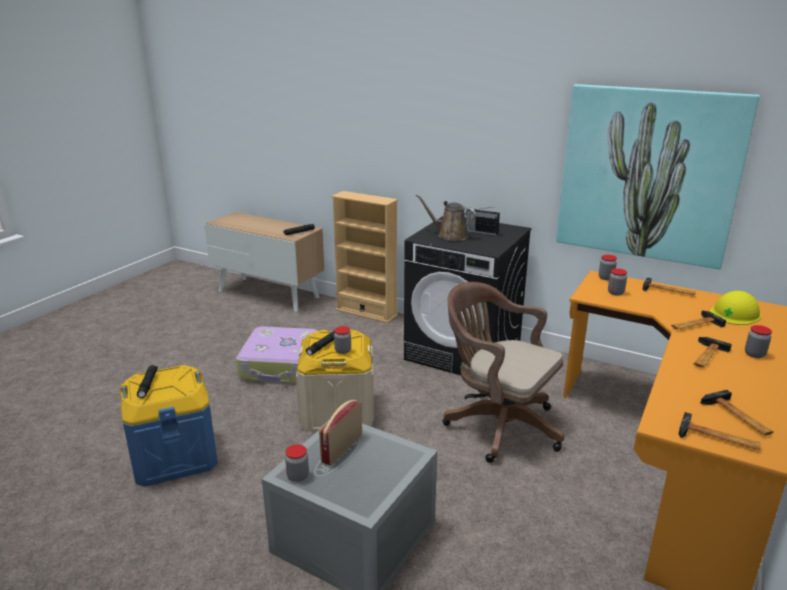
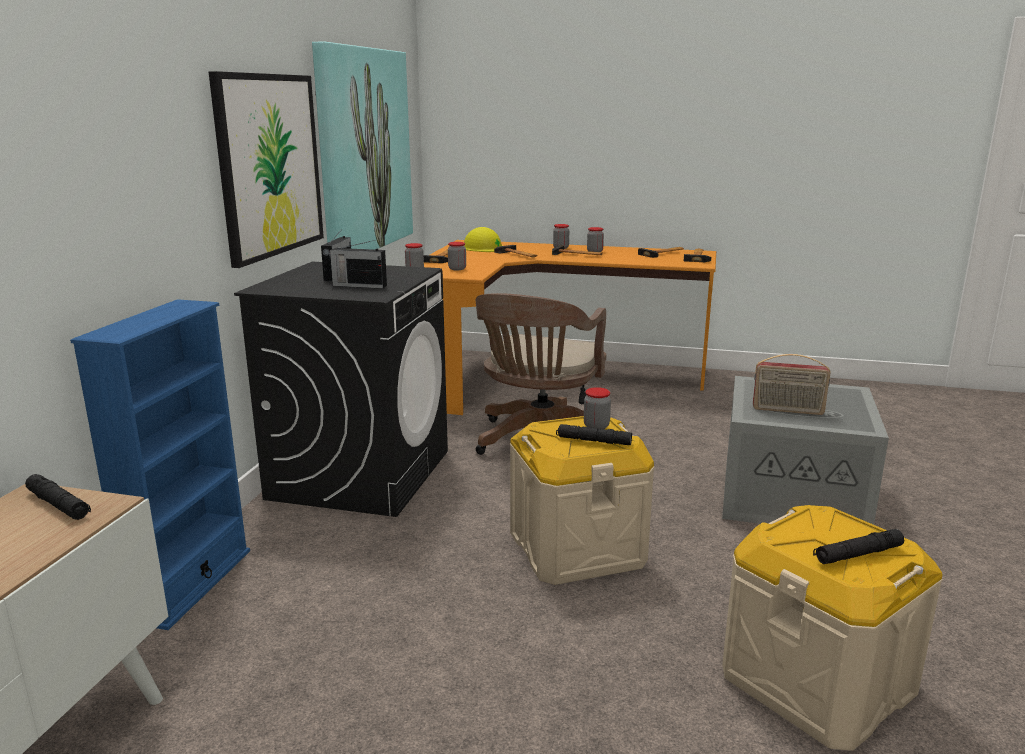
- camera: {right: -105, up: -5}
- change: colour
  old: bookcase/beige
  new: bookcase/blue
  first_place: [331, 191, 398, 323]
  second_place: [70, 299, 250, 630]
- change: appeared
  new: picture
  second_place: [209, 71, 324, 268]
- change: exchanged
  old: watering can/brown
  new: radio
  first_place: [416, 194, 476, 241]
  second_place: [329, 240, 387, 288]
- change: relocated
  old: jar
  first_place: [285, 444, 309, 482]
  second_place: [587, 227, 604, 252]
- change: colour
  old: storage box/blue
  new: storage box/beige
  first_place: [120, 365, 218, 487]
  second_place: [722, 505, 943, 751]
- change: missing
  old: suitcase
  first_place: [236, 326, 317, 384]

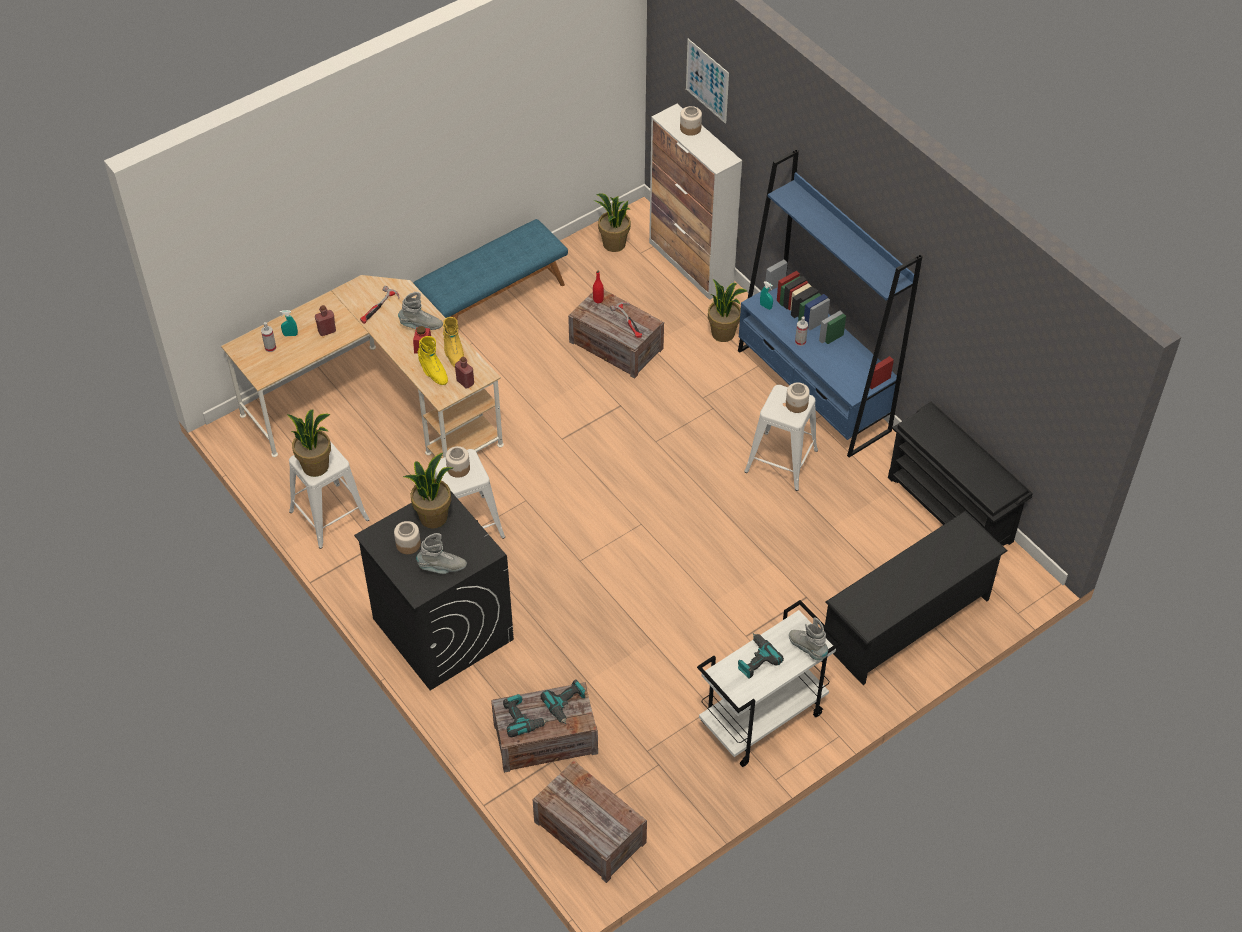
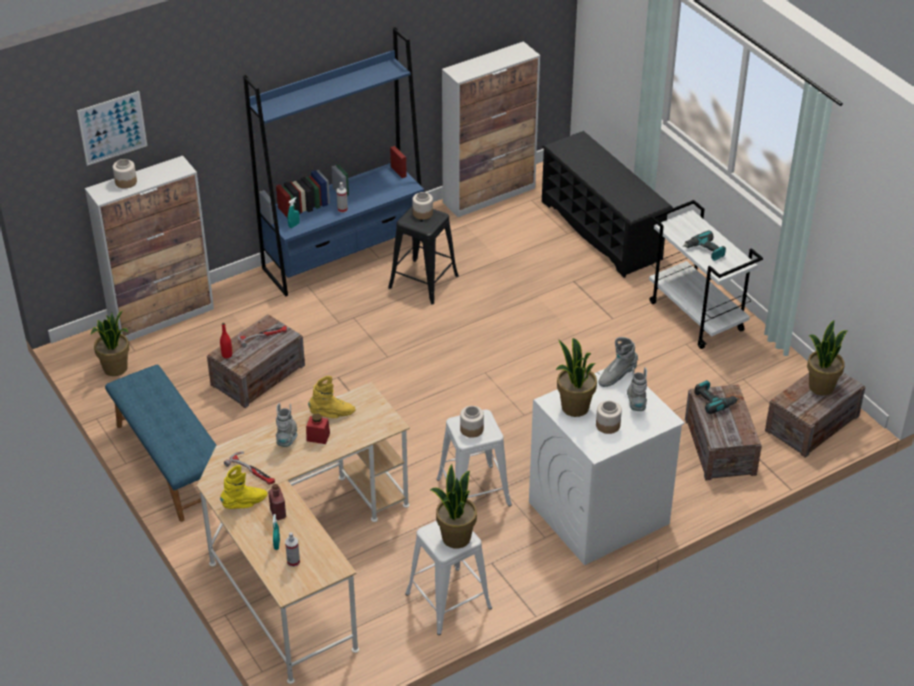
- camera: {right: -85, up: -10}
- change: relocated
  old: boot/yellow
  first_place: [418, 336, 448, 385]
  second_place: [220, 465, 267, 509]
- change: colour
  old: stool/white
  new: stool/black
  first_place: [744, 385, 818, 491]
  second_place: [388, 205, 459, 305]
- change: exchanged
  old: shoe rack/black
  new: cabinet
  first_place: [888, 402, 1033, 546]
  second_place: [442, 41, 540, 217]
- change: colour
  old: washing machine/black
  new: washing machine/white
  first_place: [354, 490, 514, 690]
  second_place: [529, 368, 685, 565]
- change: relocated
  old: boot/grey
  first_place: [789, 617, 829, 660]
  second_place: [598, 337, 638, 387]
- change: relocated
  old: potted plant
  first_place: [708, 279, 747, 342]
  second_place: [807, 320, 848, 396]
- change: missing
  old: bottle/red
  first_place: [455, 356, 474, 388]
- change: missing
  old: power drill
  first_place: [503, 694, 548, 737]

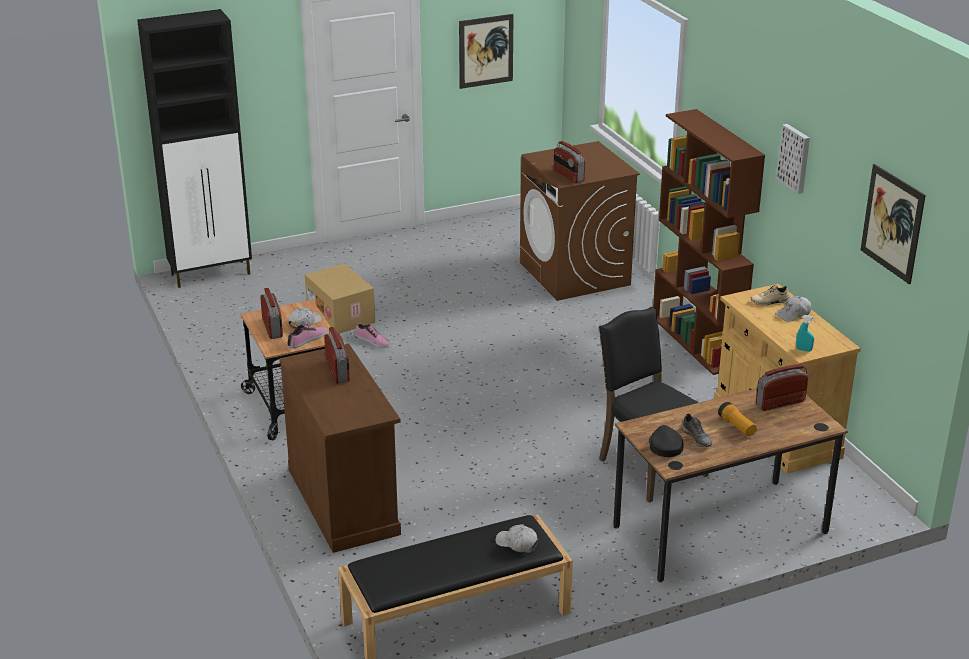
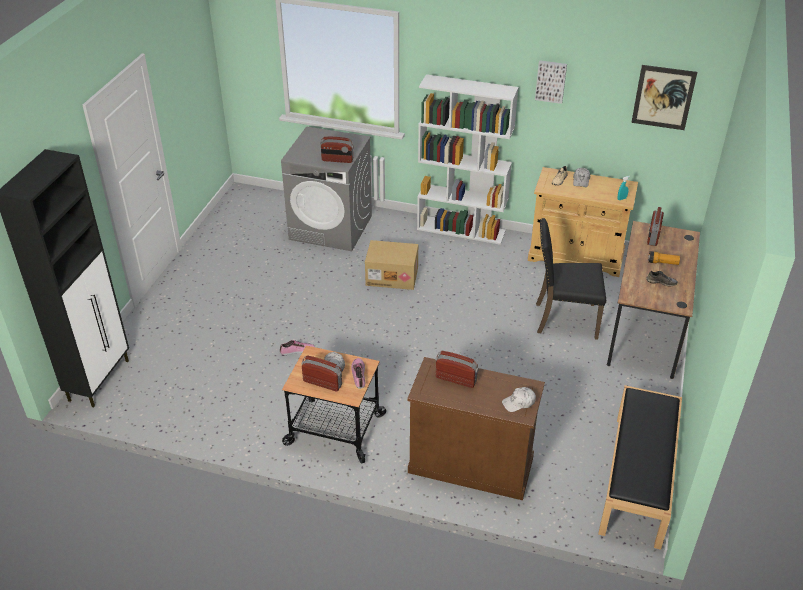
- camera: {right: -50, up: 10}
- change: colour
  old: washing machine/brown
  new: washing machine/grey
  first_place: [520, 141, 640, 301]
  second_place: [281, 126, 372, 251]
- change: relocated
  old: cardboard box
  first_place: [305, 263, 375, 334]
  second_place: [365, 240, 418, 290]
- change: colour
  old: bookcase/brown
  new: bookcase/white
  first_place: [653, 109, 765, 375]
  second_place: [417, 74, 519, 245]
- change: relocated
  old: cap/white
  first_place: [495, 524, 538, 553]
  second_place: [502, 387, 536, 412]
- change: missing
  old: picture
  first_place: [459, 14, 514, 89]
- change: missing
  old: cap/black
  first_place: [649, 425, 684, 457]

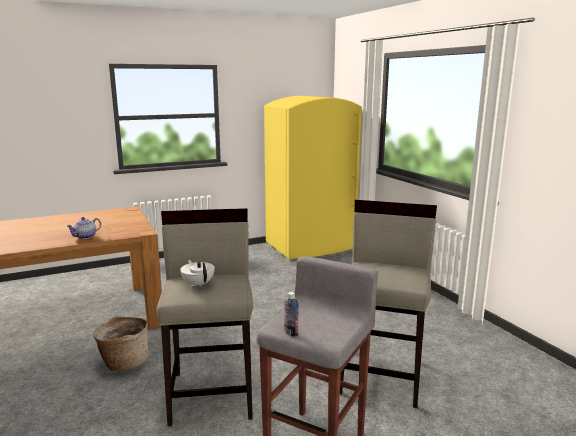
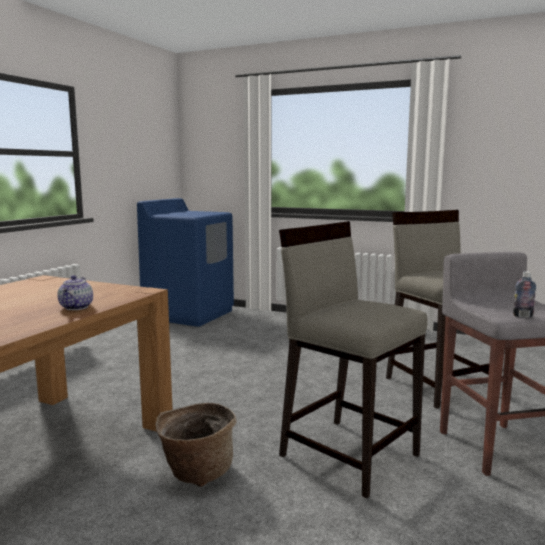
- camera: {right: -40, up: -5}
- change: exchanged
  old: fridge/yellow
  new: washing machine/blue
  first_place: [264, 96, 362, 259]
  second_place: [137, 198, 234, 327]
- change: missing
  old: teapot/white
  first_place: [180, 260, 215, 288]

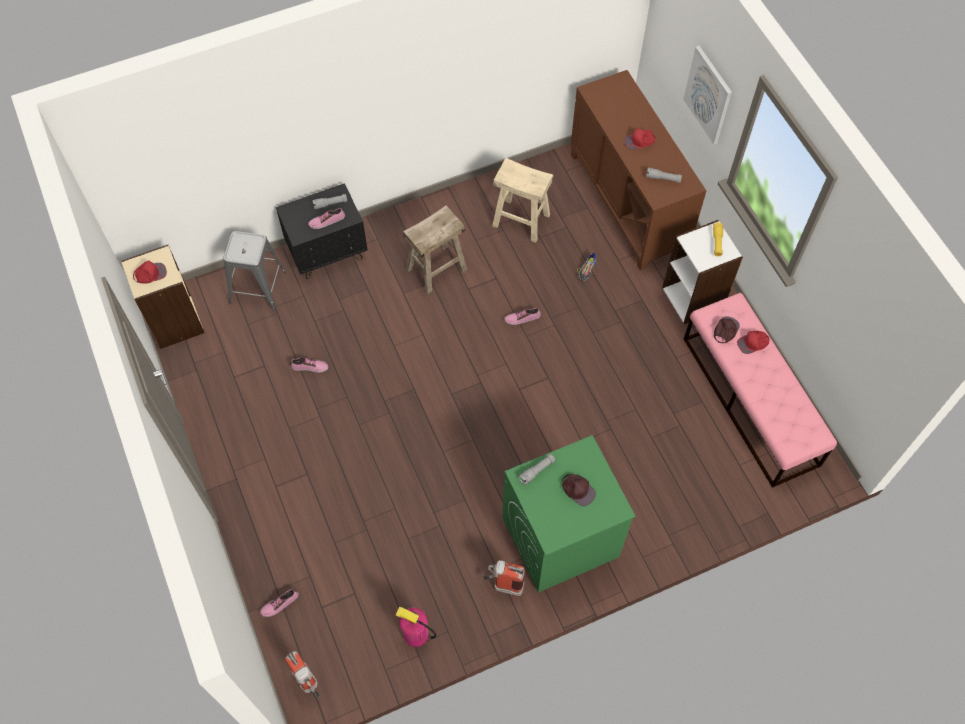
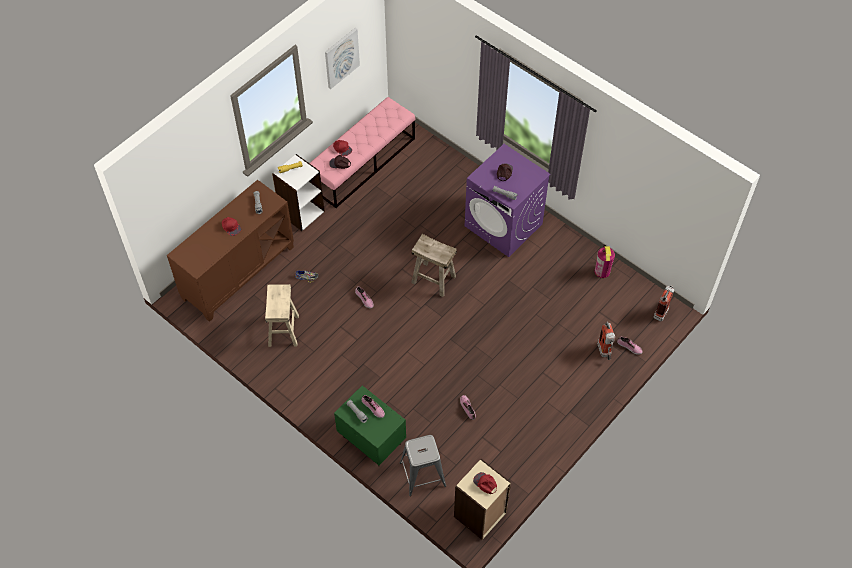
- camera: {right: -115, up: -5}
- change: relocated
  old: picture
  first_place: [683, 46, 732, 145]
  second_place: [325, 28, 360, 89]
- change: colour
  old: nightstand/black
  new: nightstand/green
  first_place: [276, 183, 368, 279]
  second_place: [334, 385, 406, 466]
- change: relocated
  old: stool/beige
  first_place: [403, 205, 467, 295]
  second_place: [411, 234, 457, 297]
- change: colour
  old: washing machine/green
  new: washing machine/purple
  first_place: [502, 435, 636, 593]
  second_place: [465, 144, 551, 257]
- change: relocated
  old: fire extinguisher
  first_place: [483, 560, 525, 596]
  second_place: [597, 322, 615, 360]

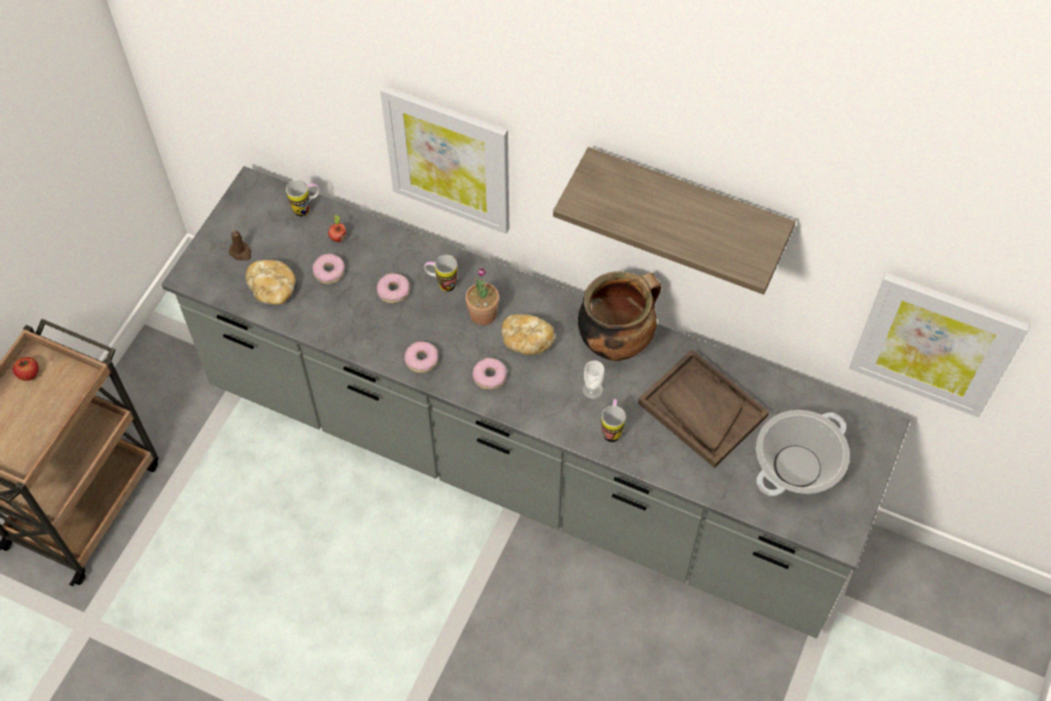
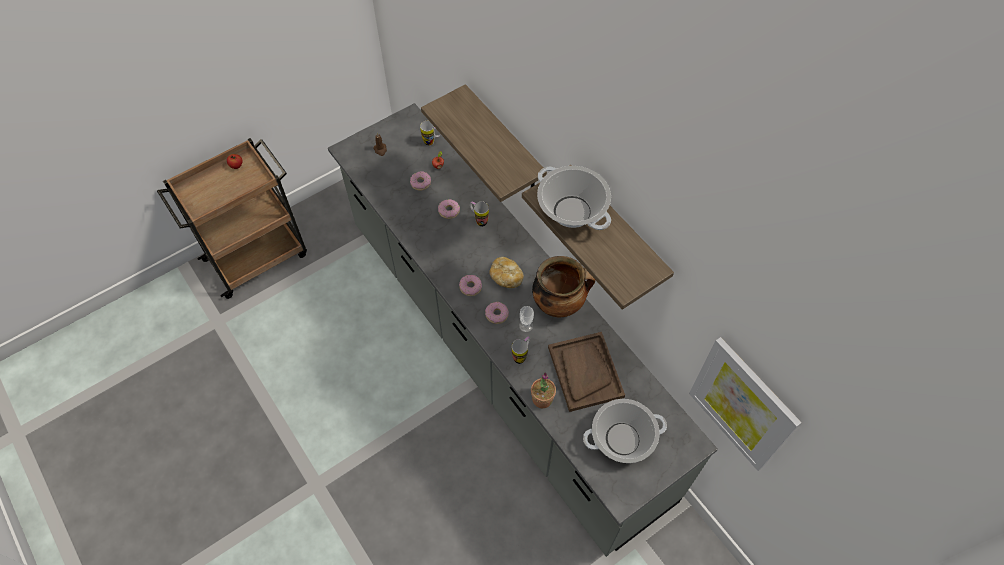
- camera: {right: 30, up: 0}
- change: exchanged
  old: picture
  new: shelf
  first_place: [380, 85, 509, 234]
  second_place: [421, 84, 547, 202]
- change: relocated
  old: donut
  first_place: [405, 341, 438, 373]
  second_place: [485, 302, 509, 324]
- change: relocated
  old: potted plant
  first_place: [466, 267, 499, 325]
  second_place: [531, 373, 556, 408]
- change: appeared
  new: cooking pot
  second_place: [537, 166, 611, 230]
- change: missing
  old: bread
  first_place: [245, 260, 296, 305]

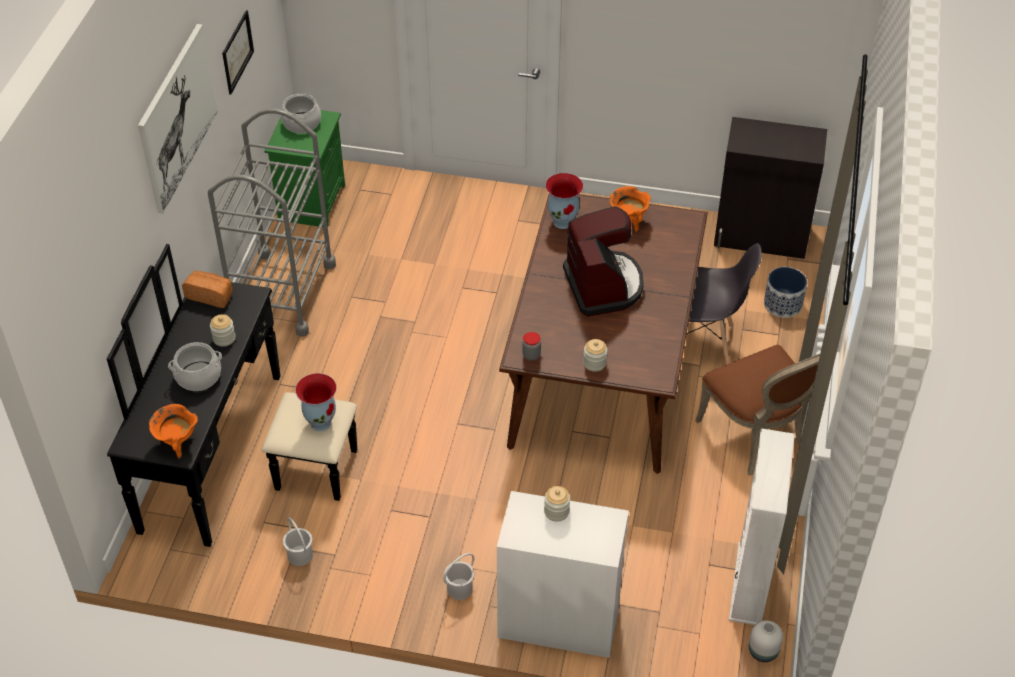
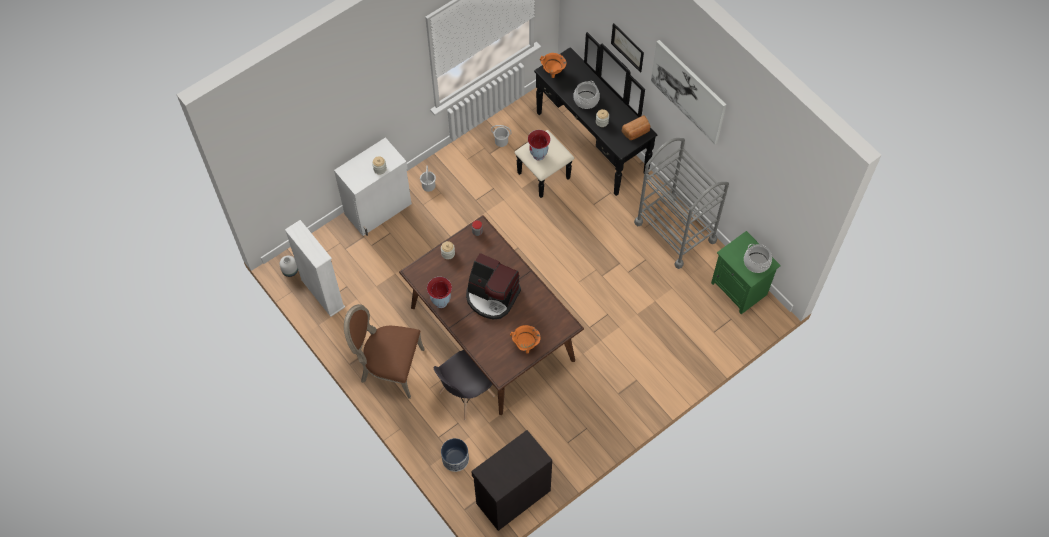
- camera: {right: 130, up: 15}
- change: relocated
  old: vase
  first_place: [545, 173, 583, 229]
  second_place: [427, 277, 452, 308]
- change: relocated
  old: picture
  first_place: [222, 10, 254, 95]
  second_place: [611, 23, 644, 73]

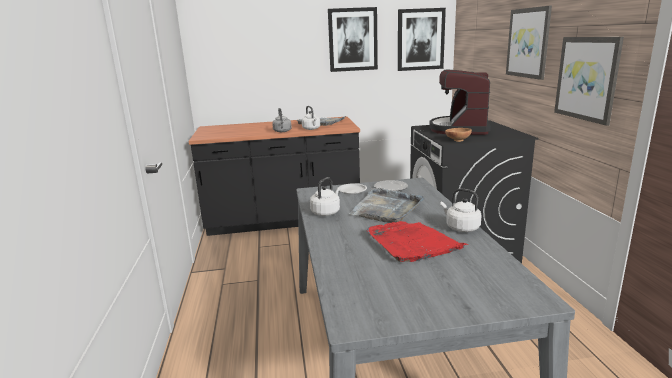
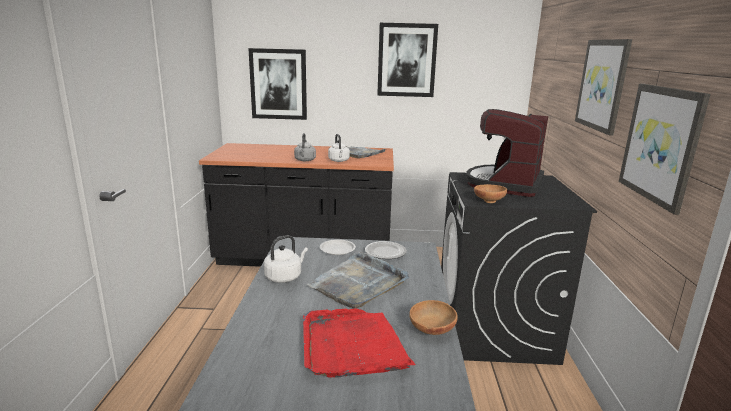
- camera: {right: 10, up: 0}
- change: relocated
  old: picture
  first_place: [398, 8, 446, 71]
  second_place: [248, 48, 307, 120]
- change: exchanged
  old: kettle/white
  new: bowl/brown
  first_place: [440, 188, 482, 232]
  second_place: [409, 300, 458, 335]

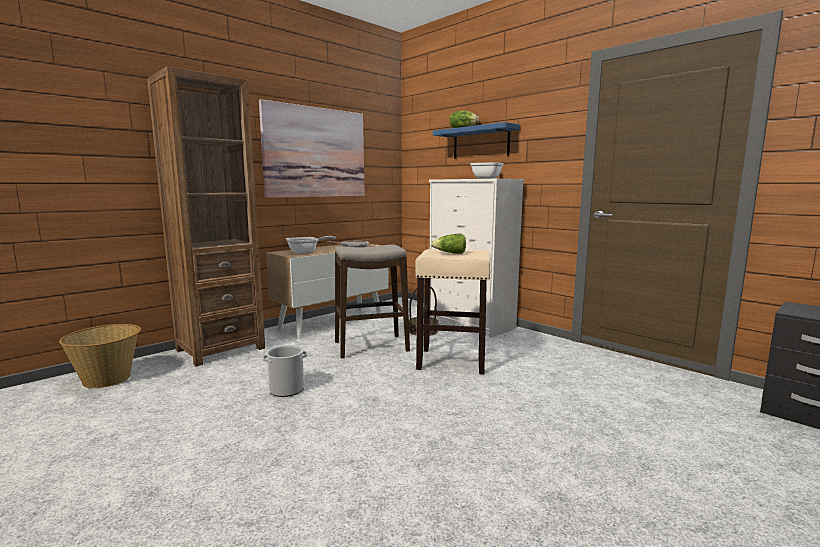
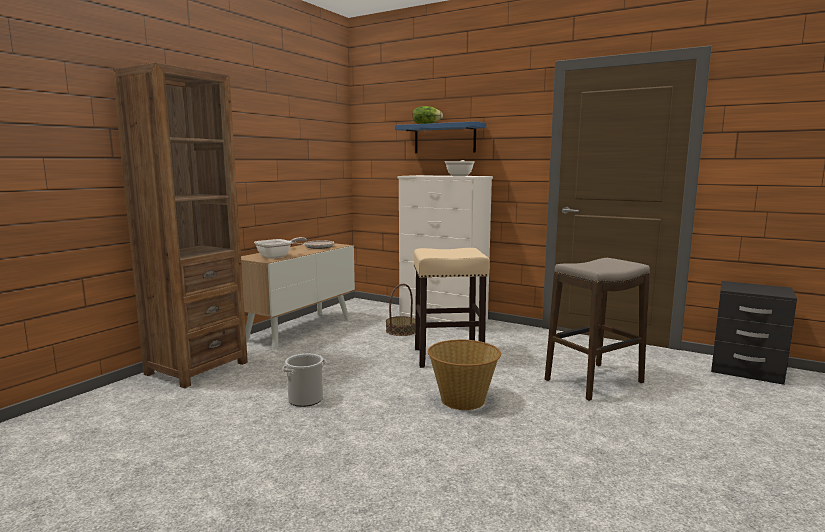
- camera: {right: -15, up: 0}
- change: relocated
  old: basket
  first_place: [59, 324, 141, 388]
  second_place: [428, 340, 501, 410]
- change: relocated
  old: stool
  first_place: [335, 244, 410, 359]
  second_place: [545, 258, 650, 401]
- change: missing
  old: picture
  first_place: [259, 99, 365, 198]
- change: missing
  old: lettuce
  first_place: [431, 234, 466, 254]

